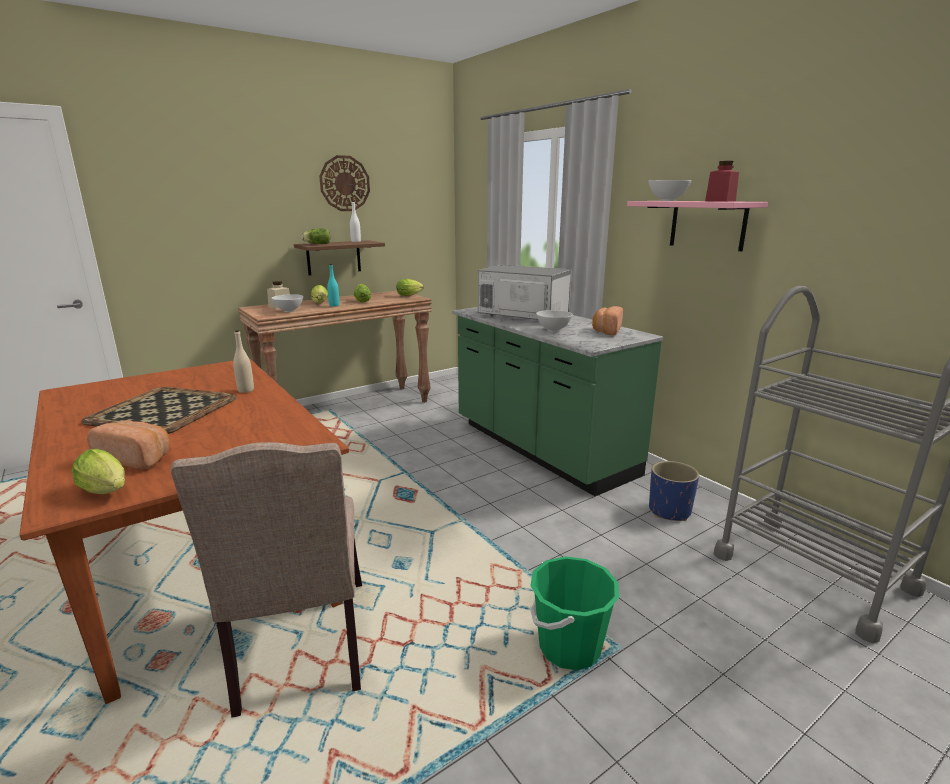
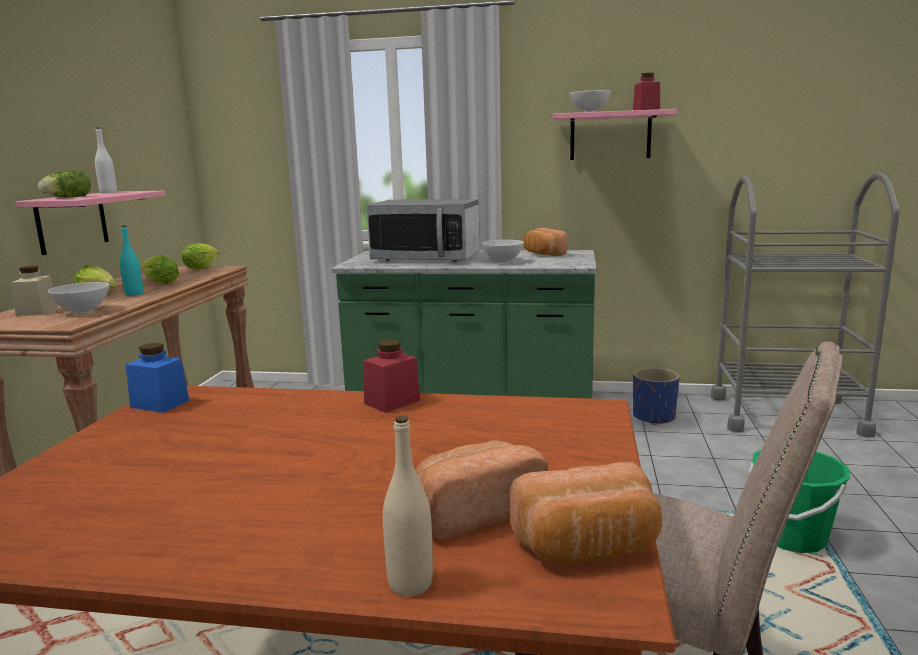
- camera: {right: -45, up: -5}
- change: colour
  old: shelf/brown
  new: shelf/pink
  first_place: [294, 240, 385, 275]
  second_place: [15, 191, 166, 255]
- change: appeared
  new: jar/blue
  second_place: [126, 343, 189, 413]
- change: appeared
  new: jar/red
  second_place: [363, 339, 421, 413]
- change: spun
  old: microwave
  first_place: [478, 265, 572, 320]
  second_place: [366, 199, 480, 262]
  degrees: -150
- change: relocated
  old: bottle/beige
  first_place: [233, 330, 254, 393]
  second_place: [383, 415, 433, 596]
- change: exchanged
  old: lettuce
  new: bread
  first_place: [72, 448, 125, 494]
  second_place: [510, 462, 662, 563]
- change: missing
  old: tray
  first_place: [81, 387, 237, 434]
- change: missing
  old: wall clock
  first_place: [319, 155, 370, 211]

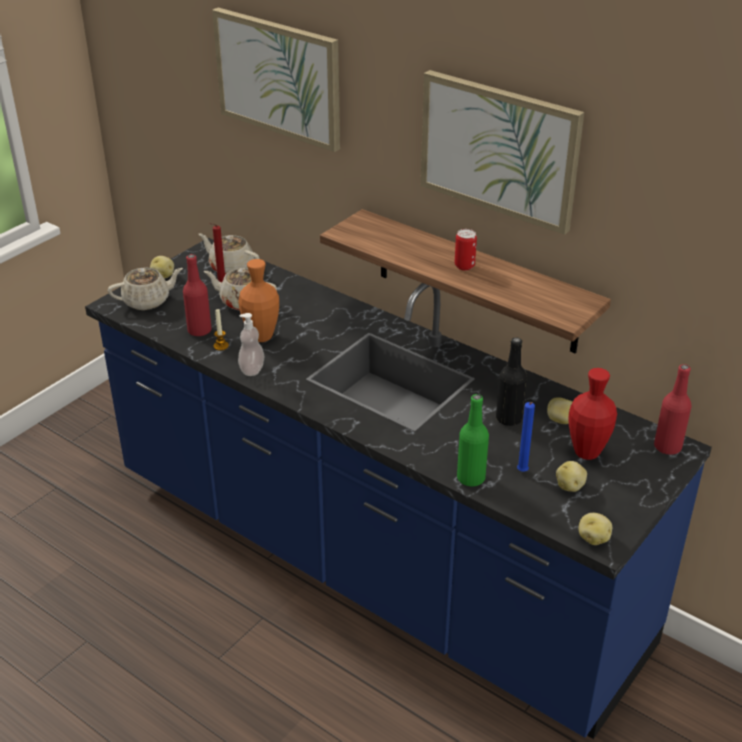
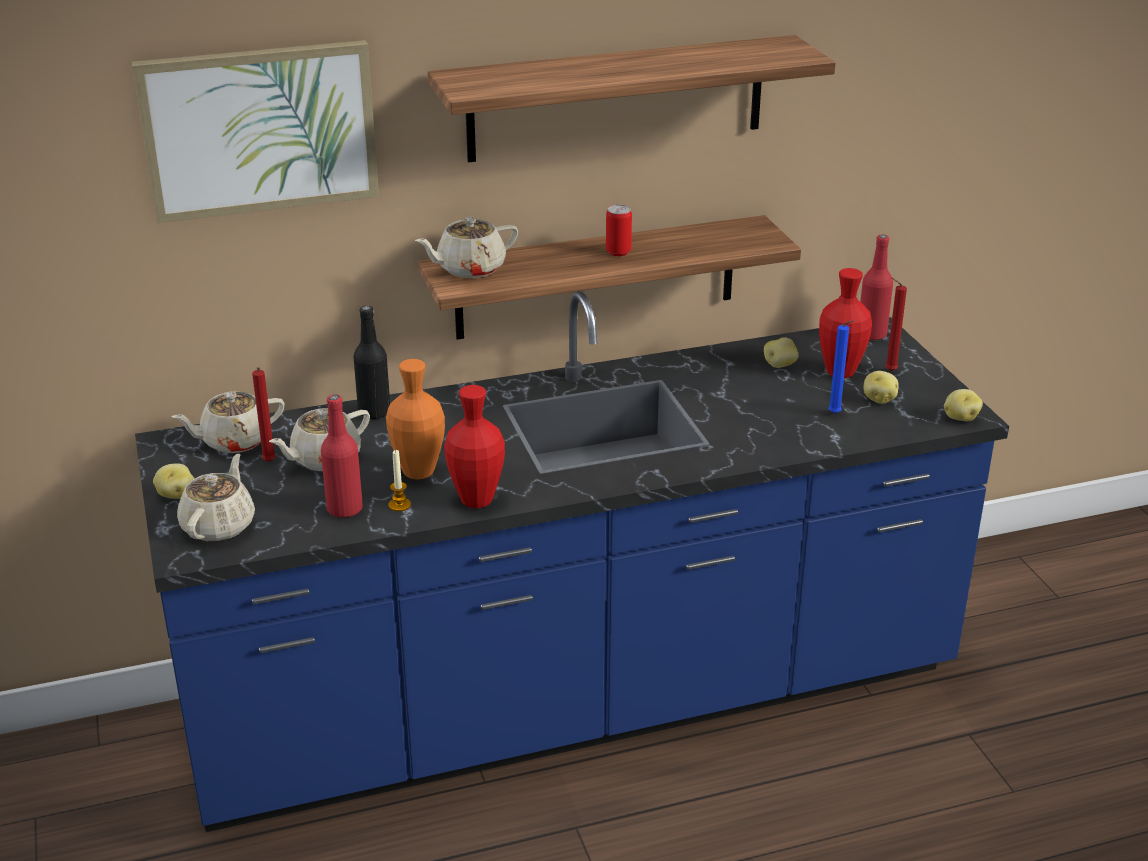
- camera: {right: -55, up: -5}
- change: relocated
  old: bottle/black
  first_place: [496, 337, 527, 426]
  second_place: [353, 306, 390, 420]
- change: appeared
  new: teapot/beige
  second_place: [415, 217, 518, 278]
- change: exchanged
  old: picture
  new: shelf
  first_place: [421, 70, 584, 235]
  second_place: [428, 35, 836, 162]
- change: exchanged
  old: soap dispenser
  new: vase/red
  first_place: [238, 313, 265, 376]
  second_place: [444, 385, 505, 508]
- change: appeared
  new: candle/red
  second_place: [885, 278, 907, 371]
- change: missing
  old: bottle/green
  first_place: [457, 394, 489, 487]

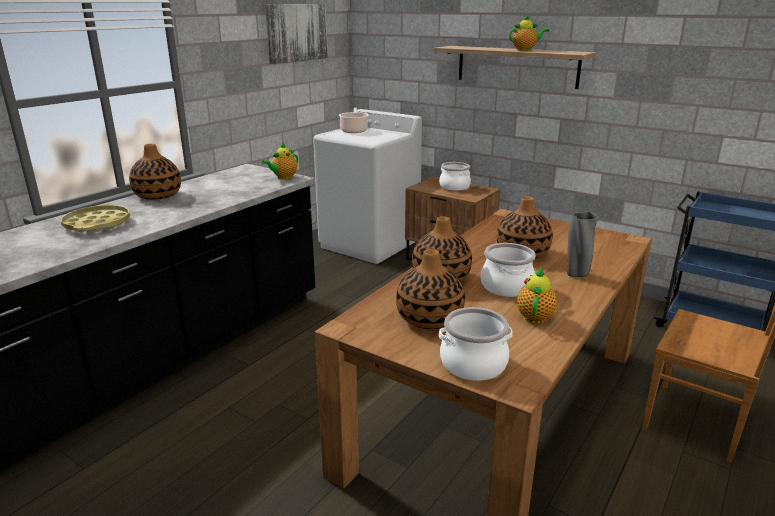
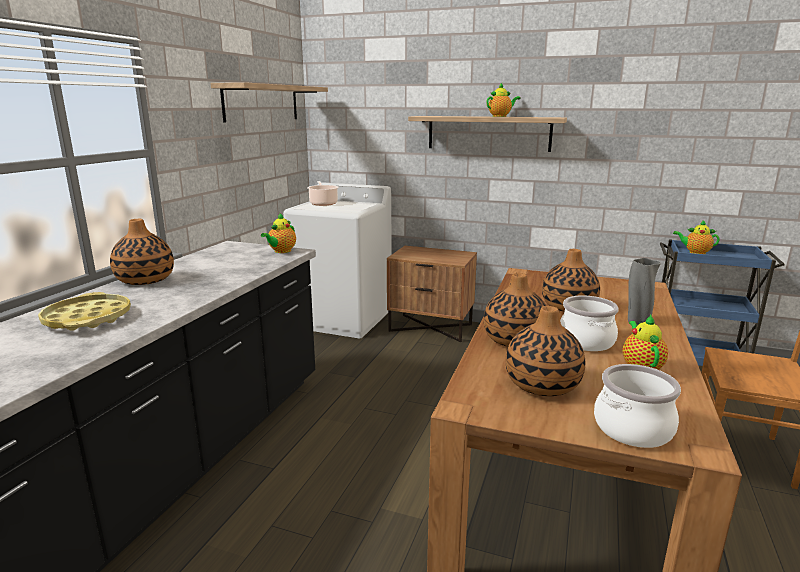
- camera: {right: -15, up: -5}
- change: exchanged
  old: picture
  new: shelf
  first_place: [265, 4, 328, 64]
  second_place: [211, 82, 328, 123]
- change: appeared
  new: teapot
  second_place: [673, 220, 720, 254]
- change: missing
  old: cooking pot
  first_place: [439, 162, 471, 191]

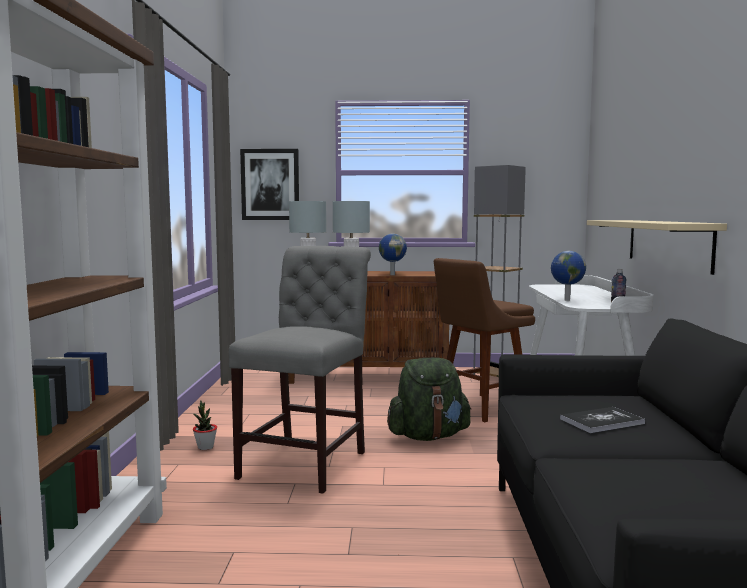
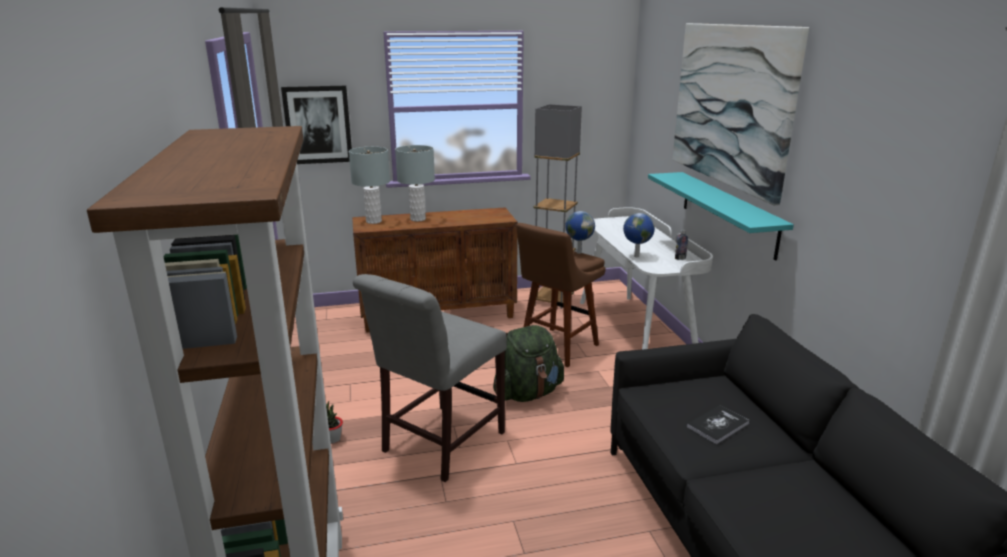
- camera: {right: -15, up: 15}
- change: spun
  old: chair/grey
  first_place: [229, 246, 371, 494]
  second_place: [353, 274, 507, 482]
  degrees: -150
- change: relocated
  old: globe
  first_place: [379, 234, 407, 275]
  second_place: [565, 211, 595, 254]
- change: colour
  old: shelf/beige
  new: shelf/turquoise
  first_place: [587, 220, 727, 275]
  second_place: [648, 172, 794, 261]
- change: appeared
  new: picture
  second_place: [672, 23, 809, 206]

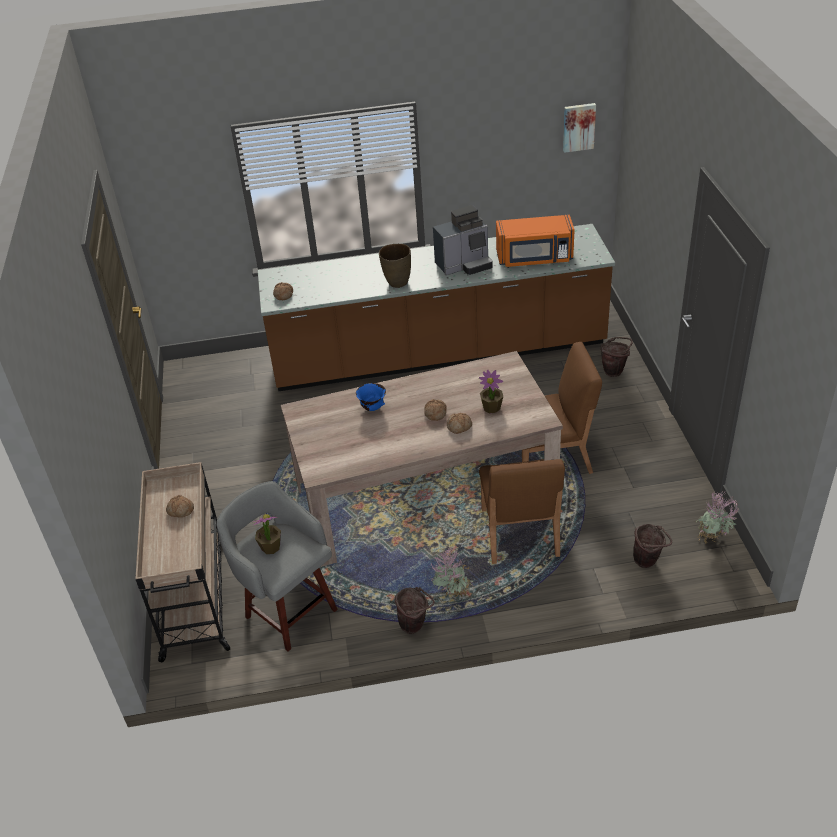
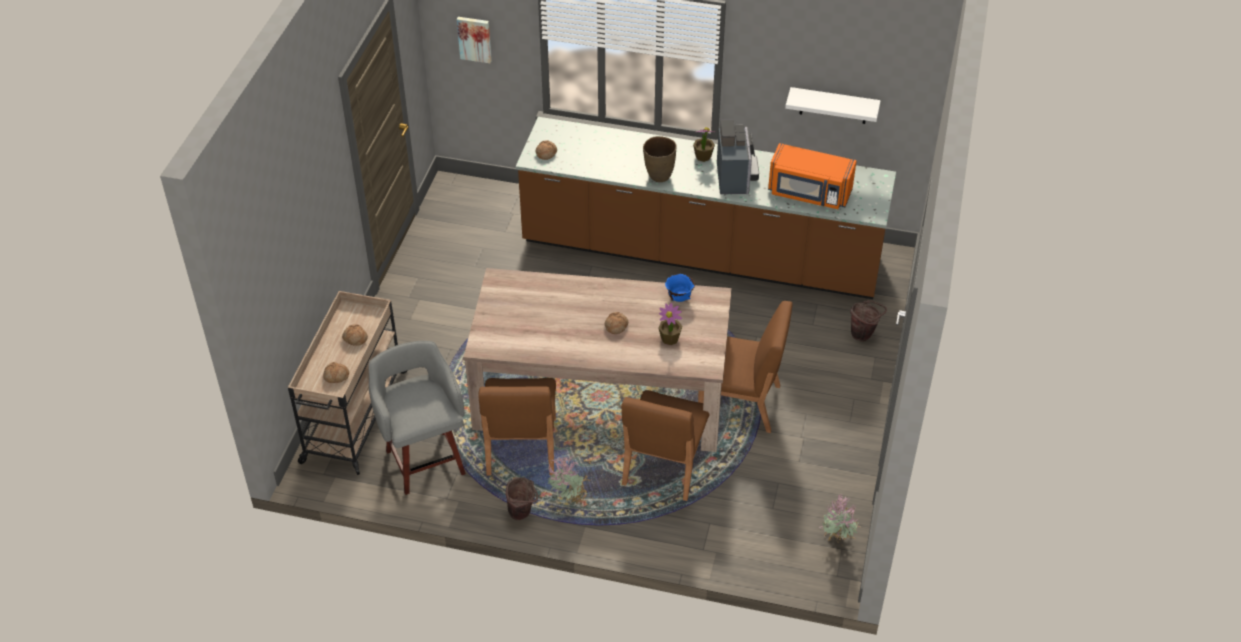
- camera: {right: 20, up: 5}
- change: relocated
  old: bread
  first_place: [447, 413, 472, 434]
  second_place: [323, 362, 349, 383]
- change: relocated
  old: picture
  first_place: [563, 103, 596, 153]
  second_place: [457, 17, 492, 63]
- change: appeared
  new: chair/brown
  second_place: [478, 378, 556, 476]
- change: relocated
  old: bowl/blue
  first_place: [356, 383, 386, 411]
  second_place: [665, 274, 695, 302]
- change: relocated
  old: potted plant
  first_place: [252, 514, 281, 554]
  second_place: [693, 127, 715, 162]
- change: spun
  old: coffee machine
  first_place: [433, 205, 493, 275]
  second_place: [717, 119, 759, 194]
  degrees: -90
- change: appeared
  new: shelf/white
  second_place: [785, 87, 881, 124]
- change: missing
  old: bucket/brown
  first_place: [633, 524, 672, 568]

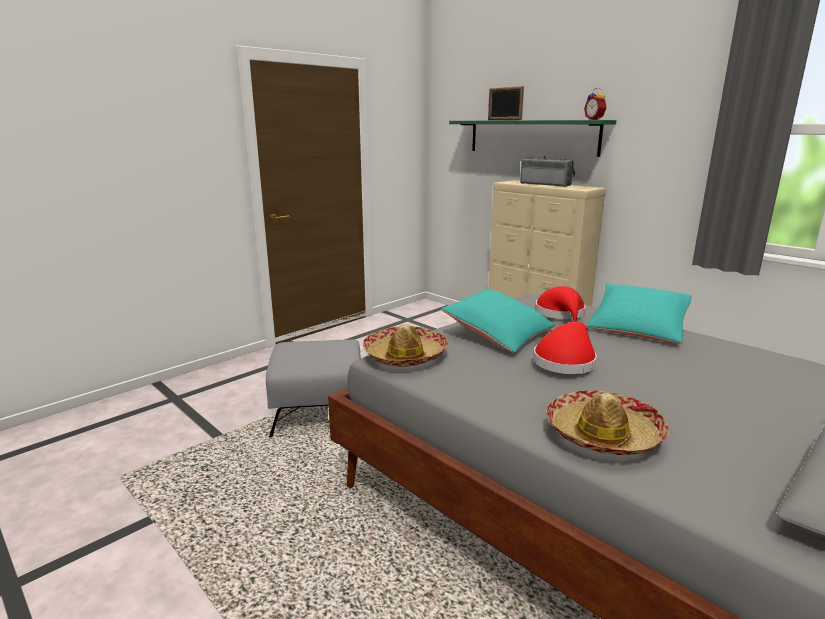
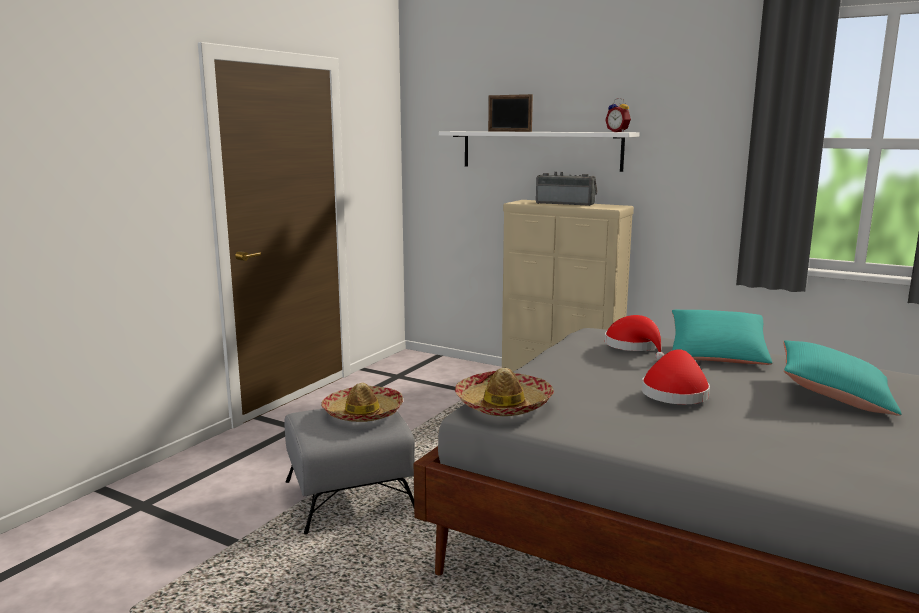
- camera: {right: -15, up: -5}
- change: relocated
  old: hat
  first_place: [546, 390, 669, 455]
  second_place: [321, 383, 403, 422]
- change: colour
  old: shelf/green
  new: shelf/white
  first_place: [449, 120, 617, 157]
  second_place: [439, 131, 640, 172]
- change: relocated
  old: pillow/turquoise
  first_place: [441, 289, 555, 353]
  second_place: [783, 340, 901, 416]

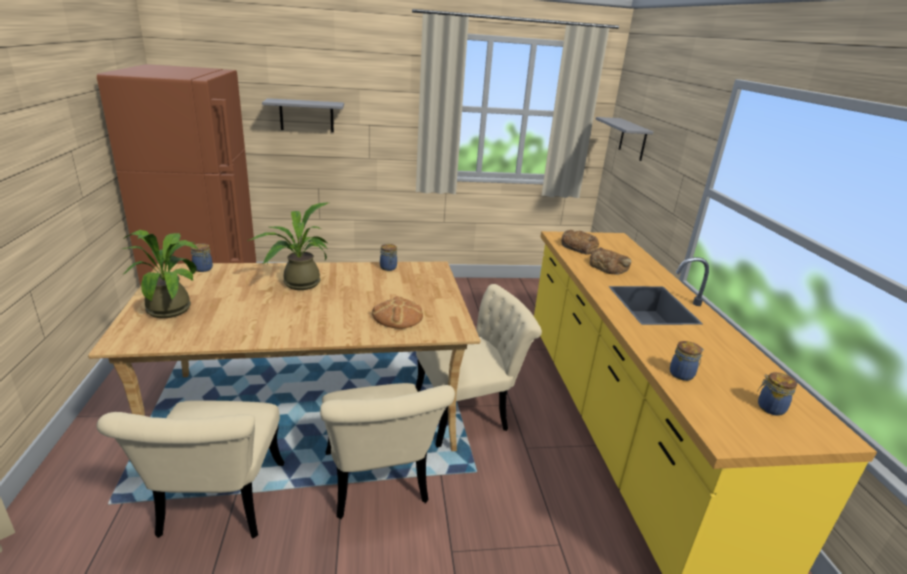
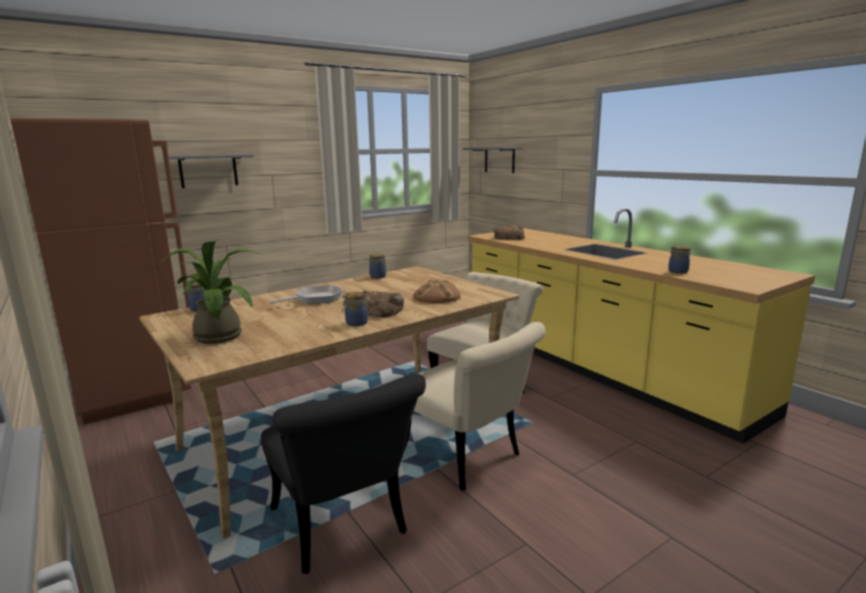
- camera: {right: -25, up: -10}
- change: colour
  old: chair/beige
  new: chair/black
  first_place: [96, 400, 285, 538]
  second_place: [261, 374, 426, 574]
- change: exchanged
  old: potted plant
  new: frying pan
  first_place: [247, 203, 329, 290]
  second_place: [270, 285, 344, 304]
- change: relocated
  old: jar
  first_place: [757, 372, 797, 416]
  second_place: [342, 292, 368, 326]
- change: relocated
  old: bread
  first_place: [589, 247, 631, 275]
  second_place: [362, 290, 404, 318]

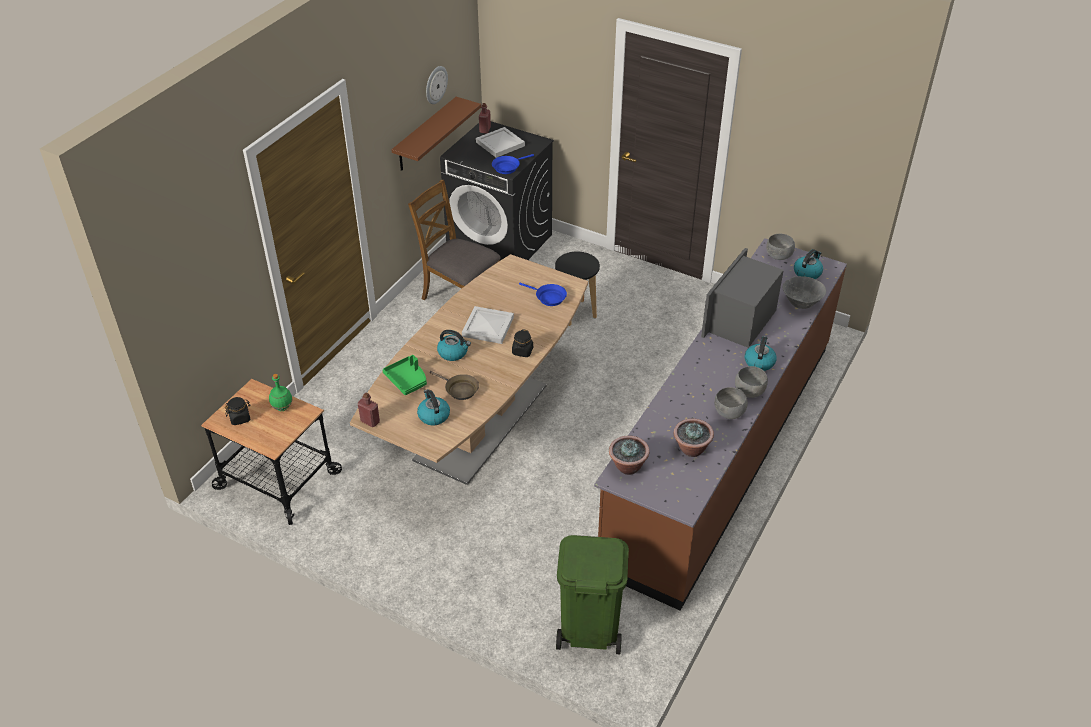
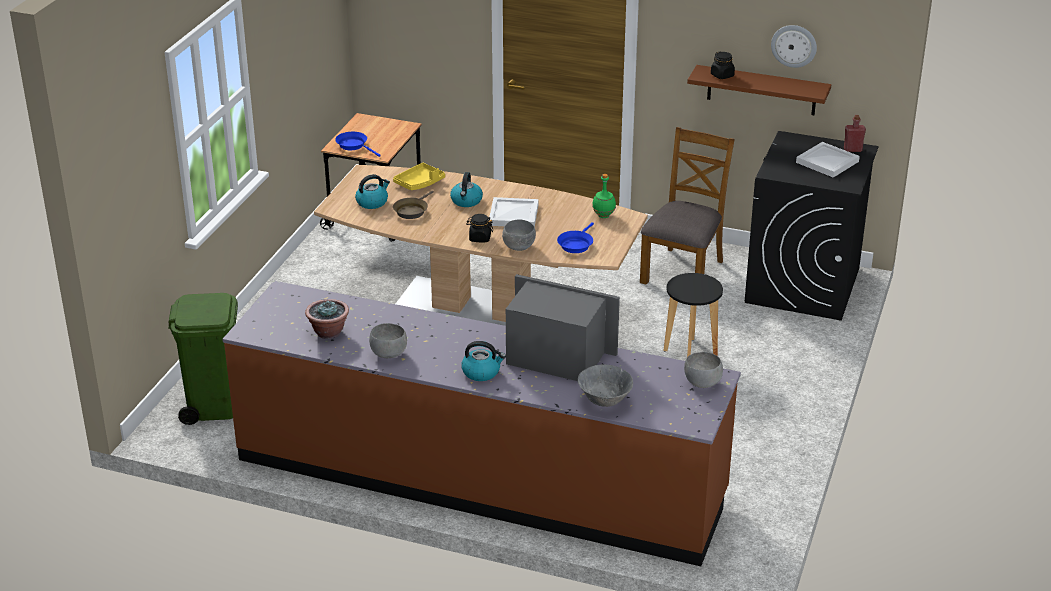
- camera: {right: 80, up: -10}
- change: relocated
  old: frying pan/blue
  first_place: [492, 154, 534, 174]
  second_place: [335, 132, 381, 157]
- change: colour
  old: tray/green
  new: tray/yellow
  first_place: [383, 355, 427, 395]
  second_place: [393, 163, 445, 190]
- change: relocated
  old: bowl/grey
  first_place: [735, 366, 768, 398]
  second_place: [502, 220, 536, 251]
- change: relocated
  old: bottle/green
  first_place: [269, 374, 293, 411]
  second_place: [592, 174, 616, 218]
- change: relocated
  old: jar/black
  first_place: [225, 397, 251, 425]
  second_place: [711, 52, 735, 79]
- change: missing
  old: bottle/red
  first_place: [358, 392, 380, 427]
- change: missing
  old: potted plant
  first_place: [609, 436, 650, 475]
- change: missing
  old: kettle
  first_place: [794, 249, 823, 279]

